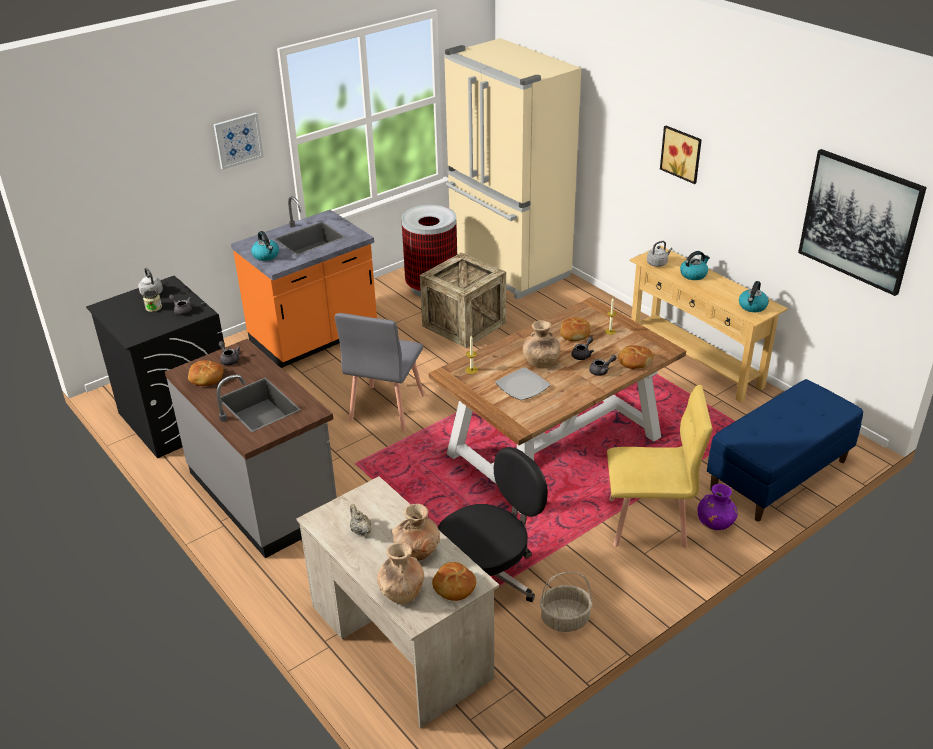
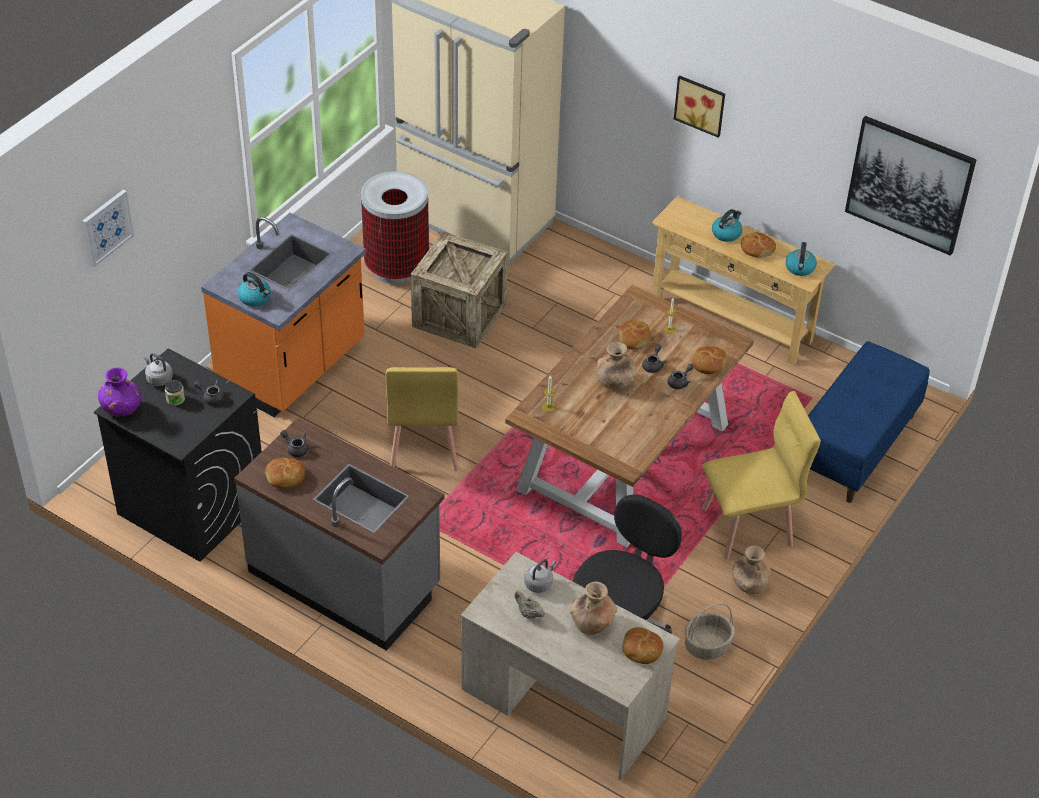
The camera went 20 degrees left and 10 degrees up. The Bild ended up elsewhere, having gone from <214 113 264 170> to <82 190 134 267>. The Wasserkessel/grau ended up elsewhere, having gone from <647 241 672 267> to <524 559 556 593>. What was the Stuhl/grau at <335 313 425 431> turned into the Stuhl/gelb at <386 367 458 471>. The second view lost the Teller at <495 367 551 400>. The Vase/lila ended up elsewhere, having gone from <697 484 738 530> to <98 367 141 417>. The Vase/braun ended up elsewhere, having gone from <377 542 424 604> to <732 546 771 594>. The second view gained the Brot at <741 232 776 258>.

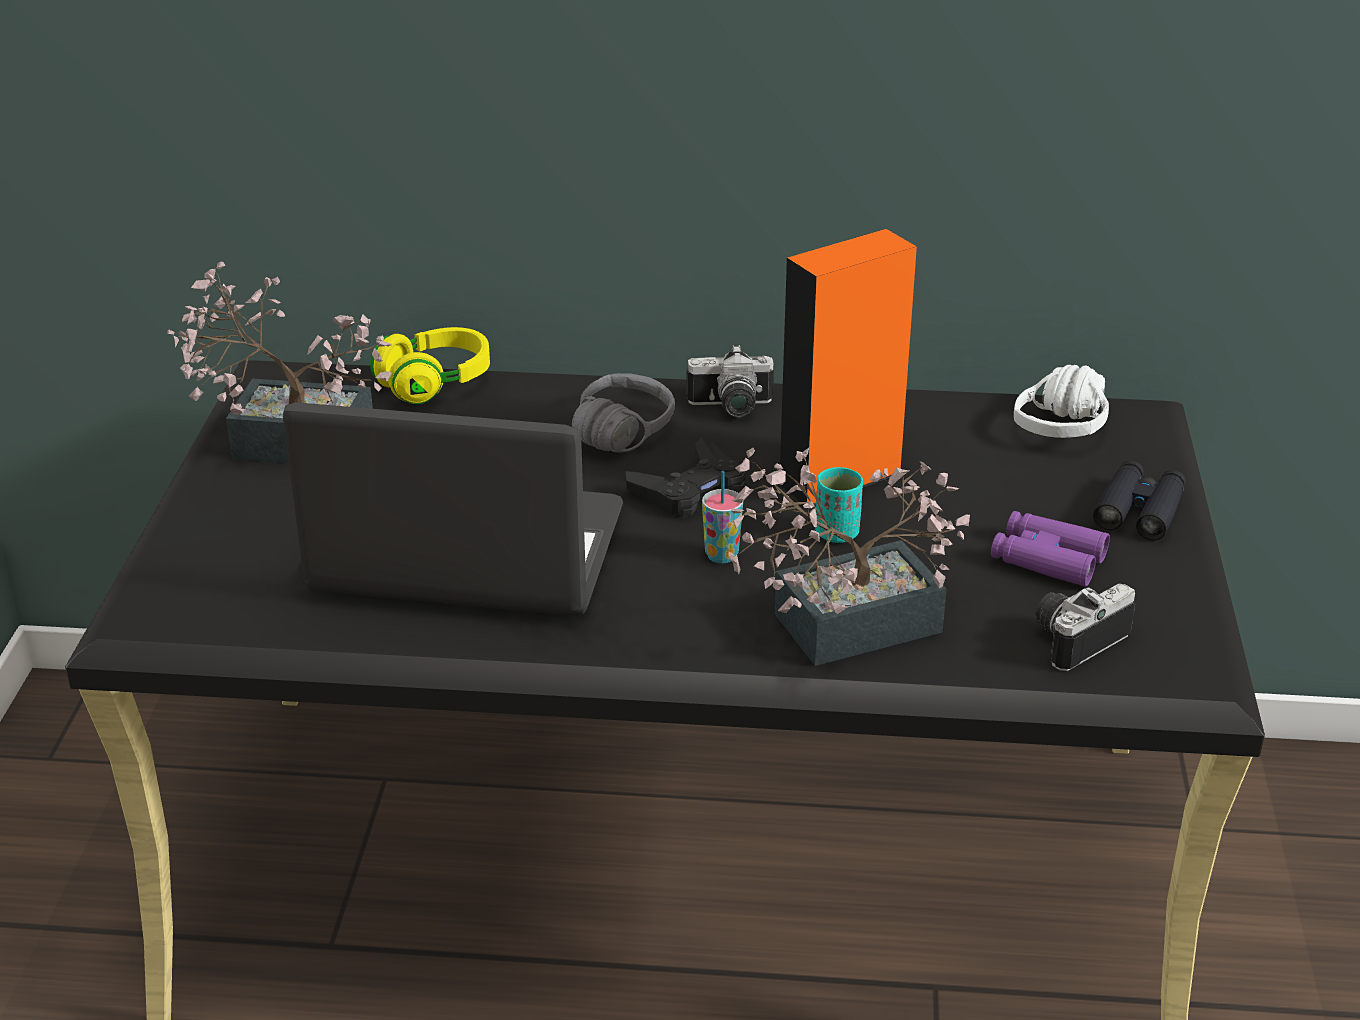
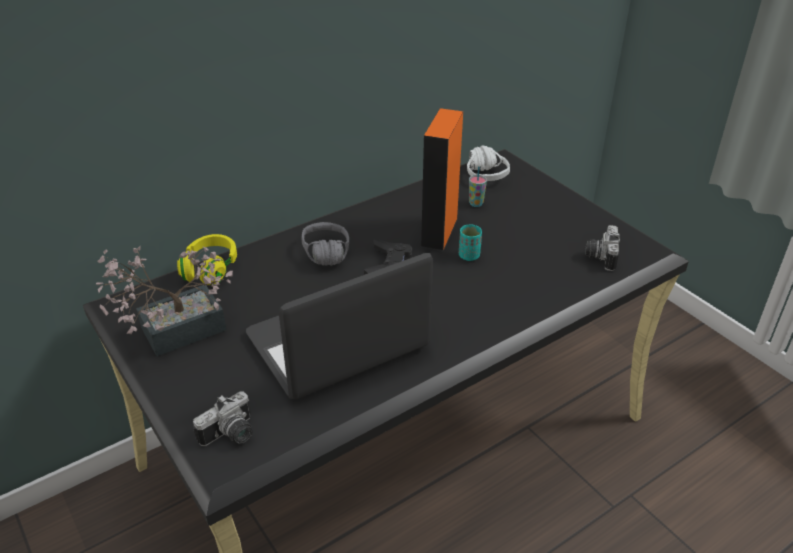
The camera went 40 degrees left and 5 degrees up. The Kamera ended up elsewhere, having gone from <687 345 774 417> to <193 391 252 446>. The second view lost the Topfpflanze at <729 447 970 666>. The second view lost the Fernglas/schwarz at <1093 460 1186 540>. The Tasse ended up elsewhere, having gone from <702 471 743 563> to <469 166 487 207>. The second view lost the Fernglas/lila at <991 511 1110 586>.

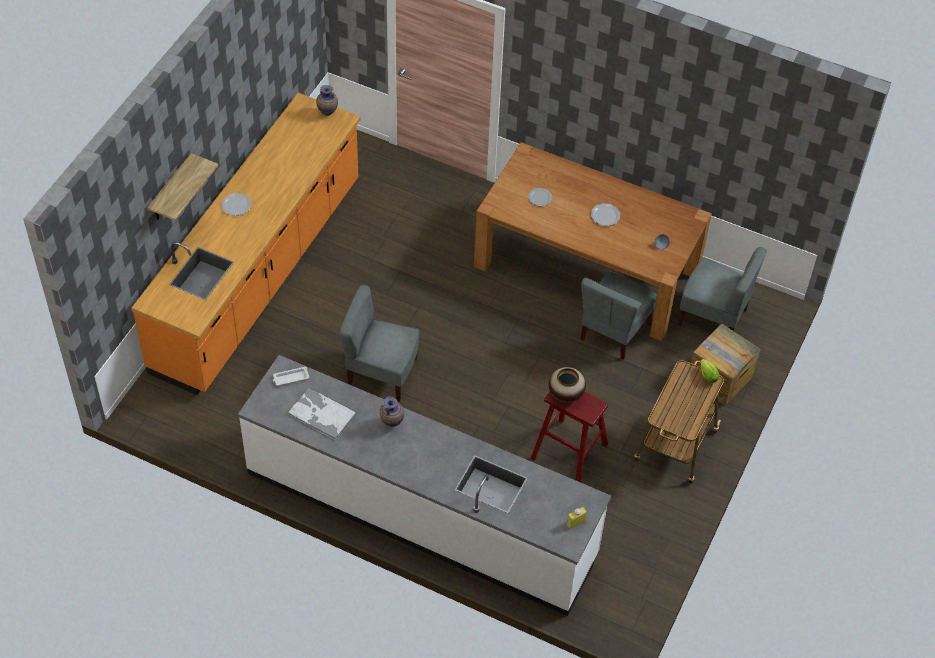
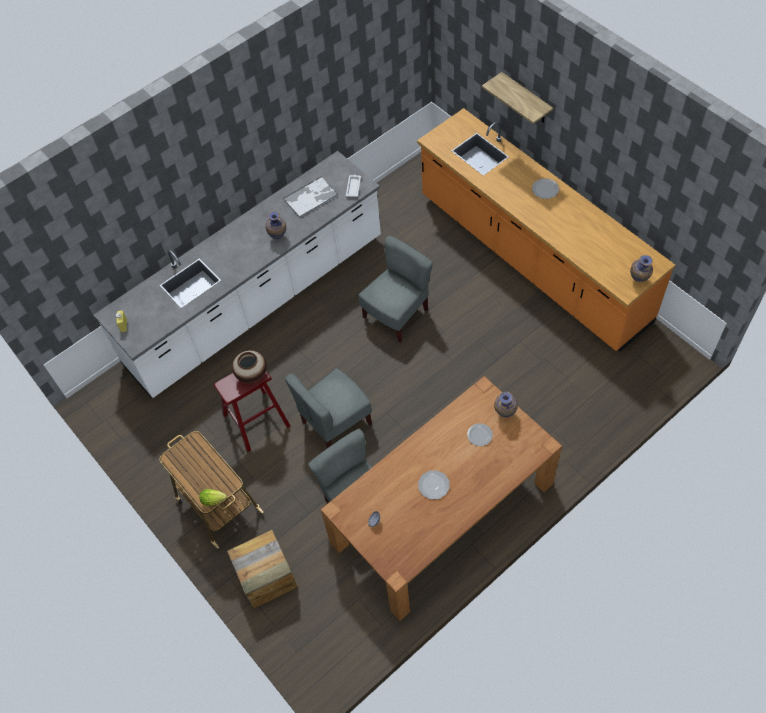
The camera went 120 degrees right and 5 degrees up. The Stuhl/grau ended up elsewhere, having gone from <678 247 767 331> to <285 368 372 448>. The second view gained the Vase at <494 392 517 417>.

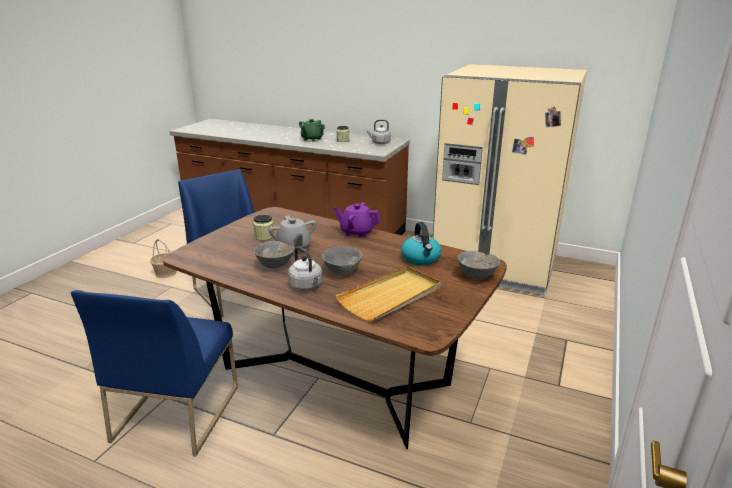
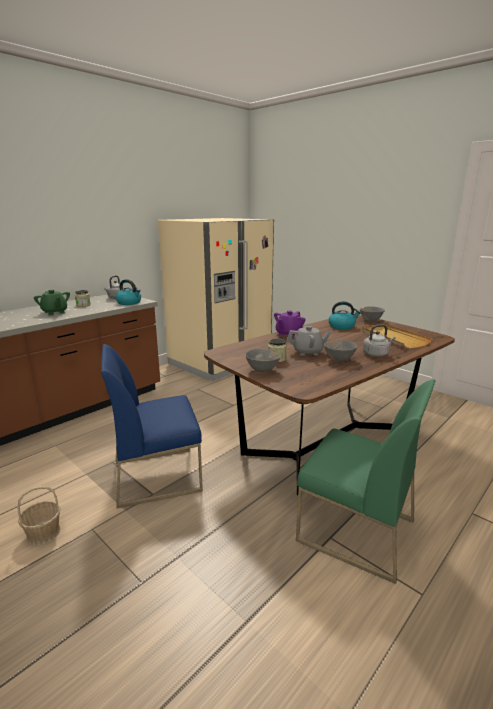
The camera went 70 degrees left and 5 degrees down. The Schüssel/grau ended up elsewhere, having gone from <322 247 362 275> to <245 349 281 372>. What was the Stuhl/blau at <71 290 238 457> turned into the Stuhl/grün at <296 379 436 584>. The second view gained the Wasserkessel at <116 279 141 305>.

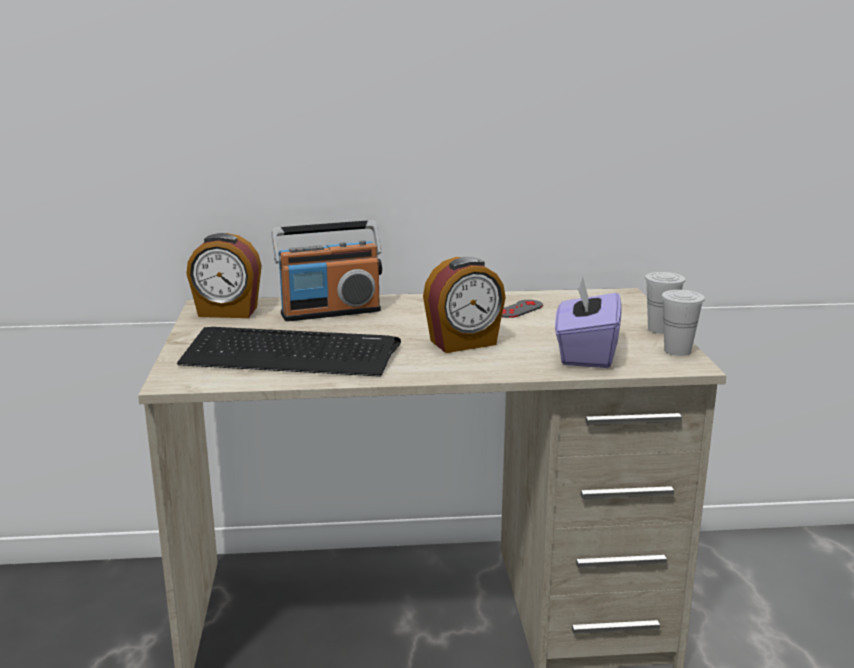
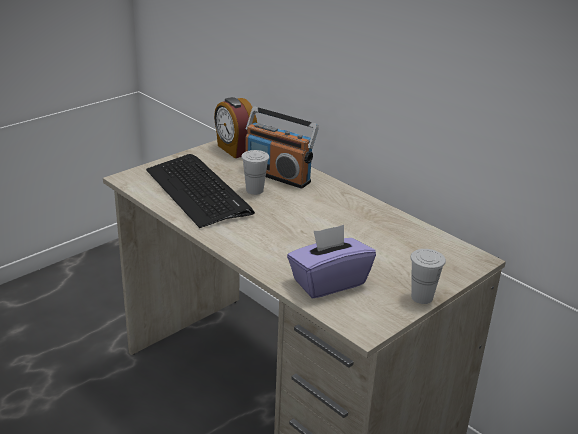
The camera went 50 degrees right and 10 degrees up. The second view lost the Wecker at <423 257 506 353>. The Tasse/weiß ended up elsewhere, having gone from <661 290 705 356> to <241 150 269 195>. The second view lost the Gamepad/grau at <502 300 543 318>.

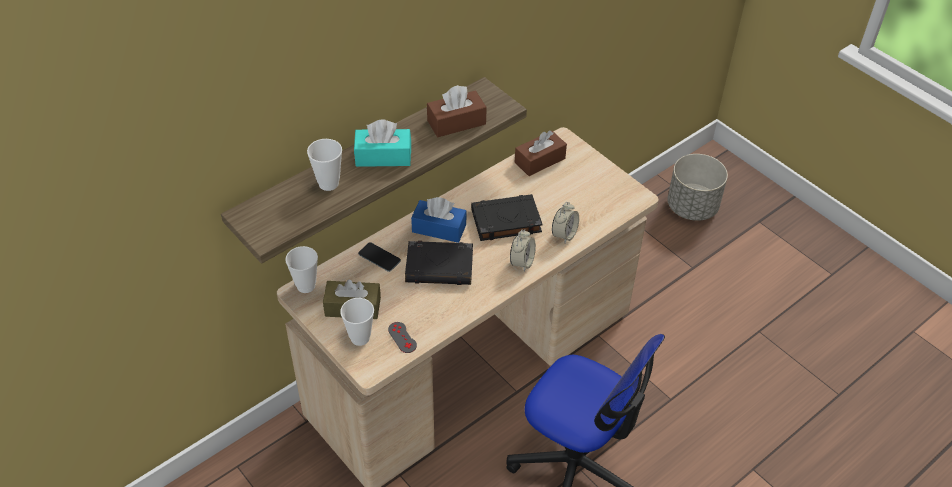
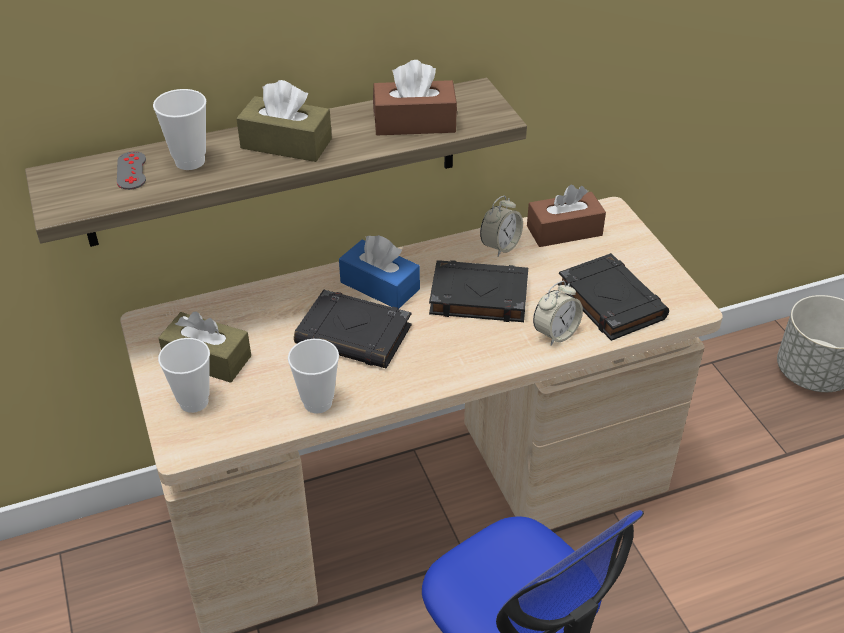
The camera went 20 degrees right and 5 degrees down. What was the Taschentuchbox/türkis at <354 119 411 167> turned into the Taschentuchbox/braun at <236 80 332 162>. The Wecker ended up elsewhere, having gone from <510 229 536 272> to <480 195 523 257>. The second view lost the Handy at <358 242 401 272>. The Tasse ended up elsewhere, having gone from <285 246 318 293> to <288 339 339 413>. The Gamepad/grau ended up elsewhere, having gone from <388 322 417 353> to <117 151 146 190>. The second view gained the Buch/schwarz at <558 253 669 341>.

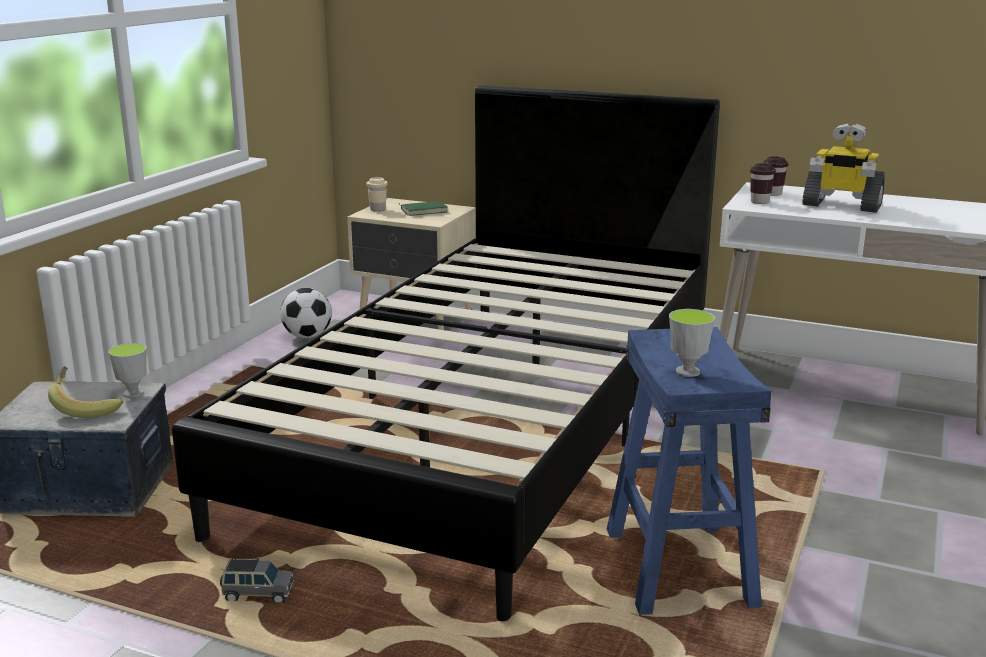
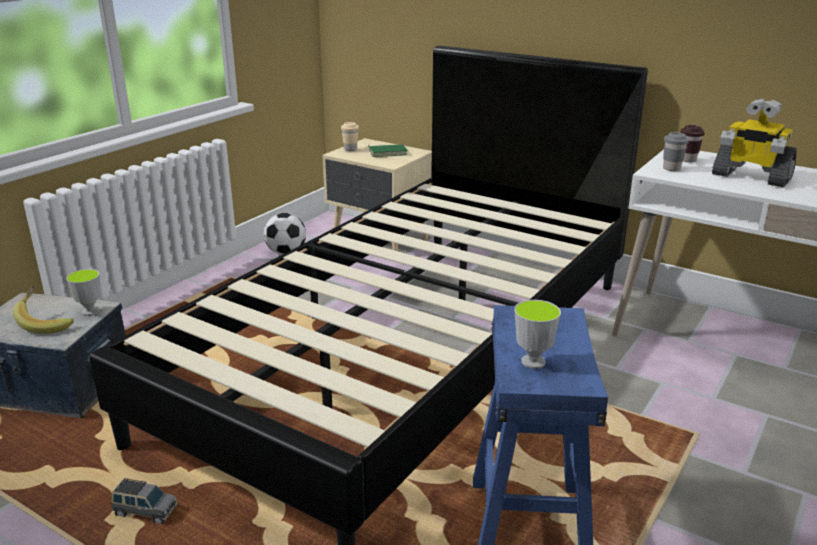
The camera went 10 degrees right and 5 degrees up. What was the Tasse/braun at <750 163 776 204> turned into the Tasse/grau at <663 132 689 171>.

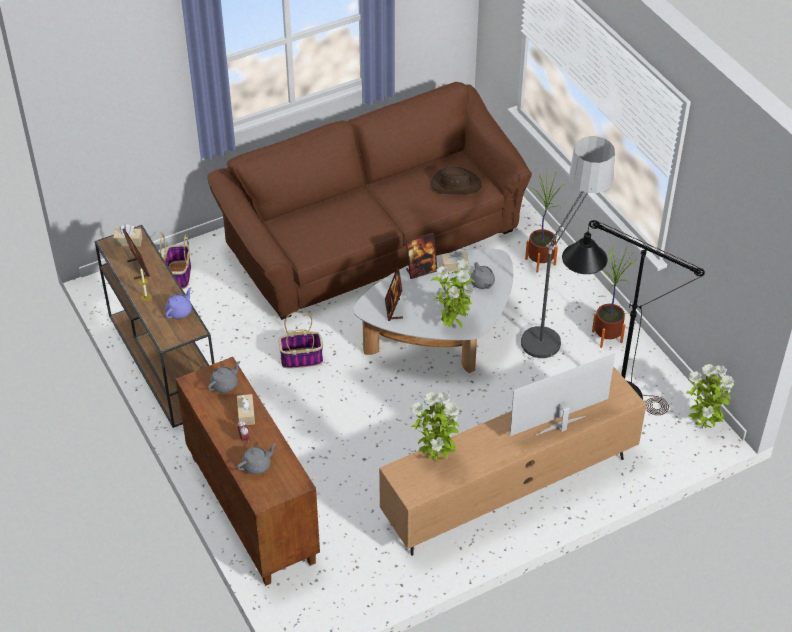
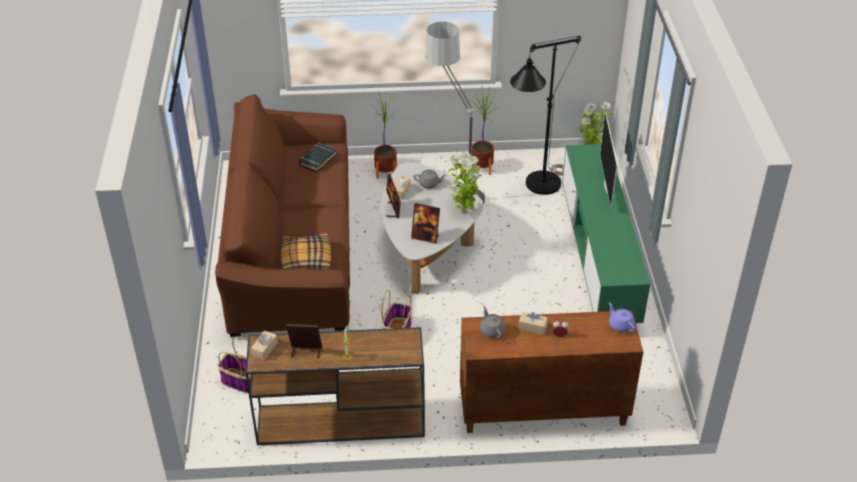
The camera went 65 degrees left and 5 degrees down. Where the Hut/braun stood at <431 167 482 195>, the Buch/schwarz came to stand at <299 142 337 172>. The Teekanne/lila ended up elsewhere, having gone from <165 287 192 319> to <608 302 636 332>. What was the Fernsehschrank/braun at <379 367 647 556> turned into the Fernsehschrank/grün at <562 144 650 323>. The second view lost the Topfpflanze at <411 392 460 461>. The second view lost the Teekanne/grau at <237 443 276 474>. The second view gained the Kissen at <281 233 331 269>.

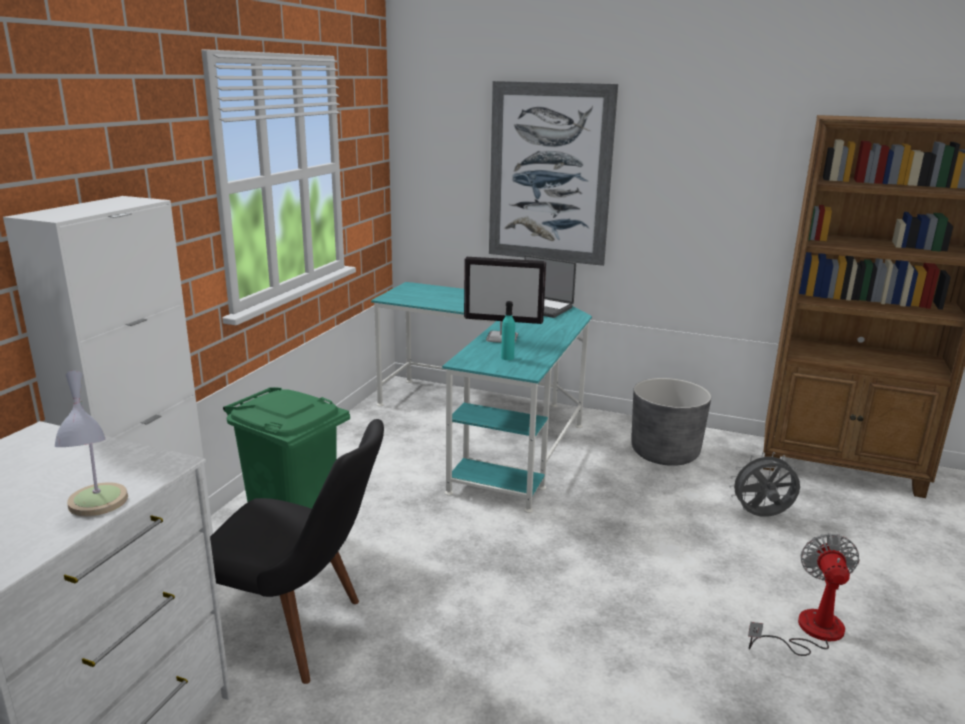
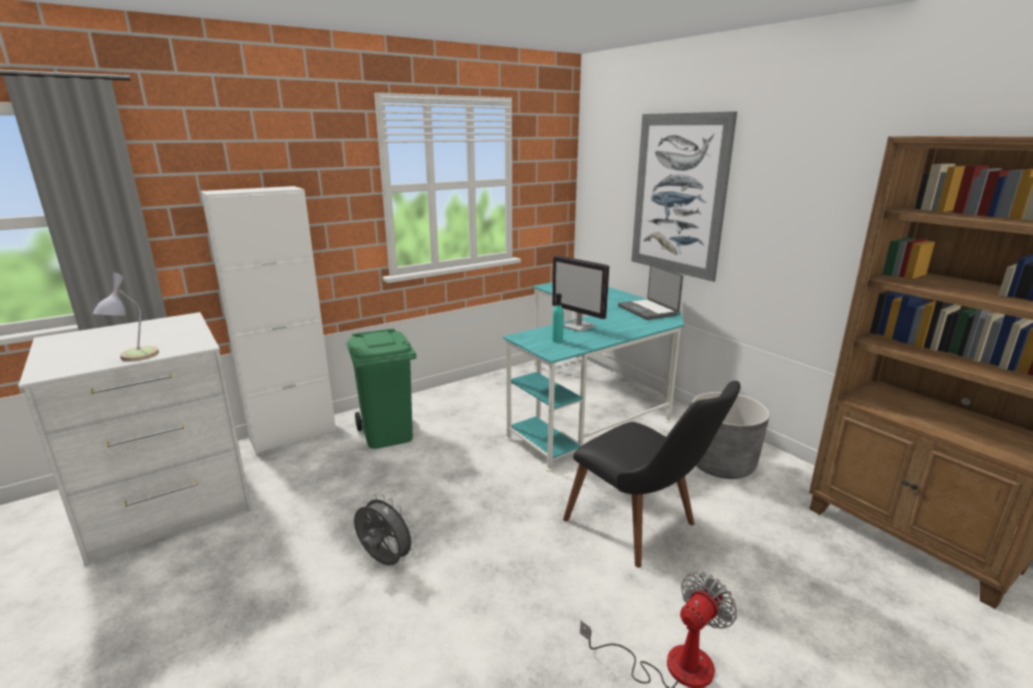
The camera went 35 degrees right and 0 degrees up. The Stuhl/schwarz ended up elsewhere, having gone from <210 419 384 684> to <563 381 741 568>. The Ventilator/grau ended up elsewhere, having gone from <729 452 800 517> to <354 494 417 566>.

